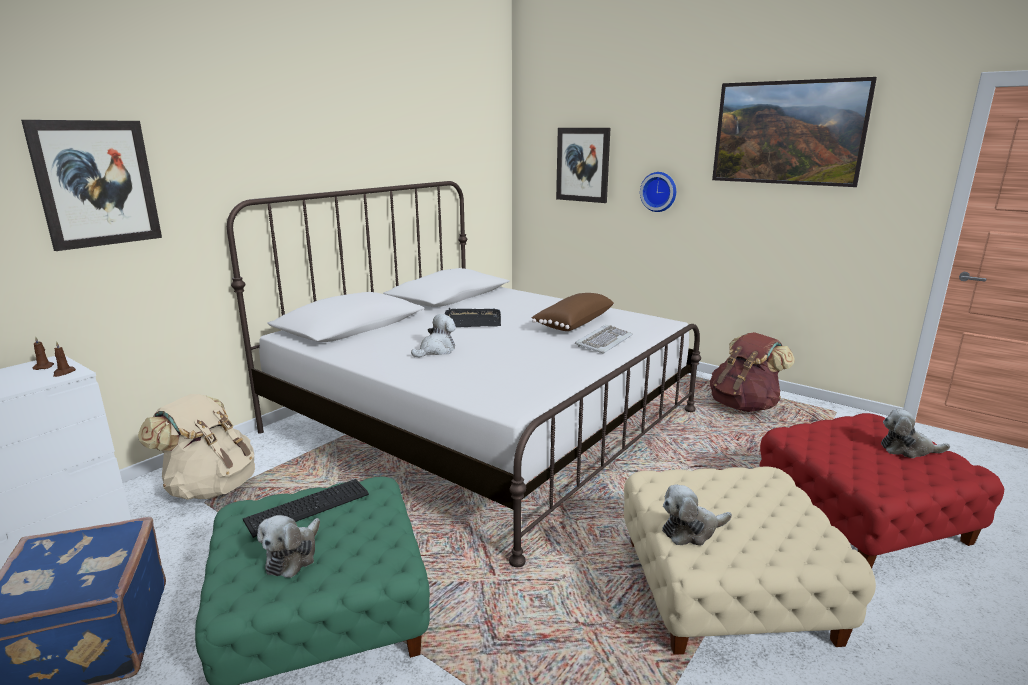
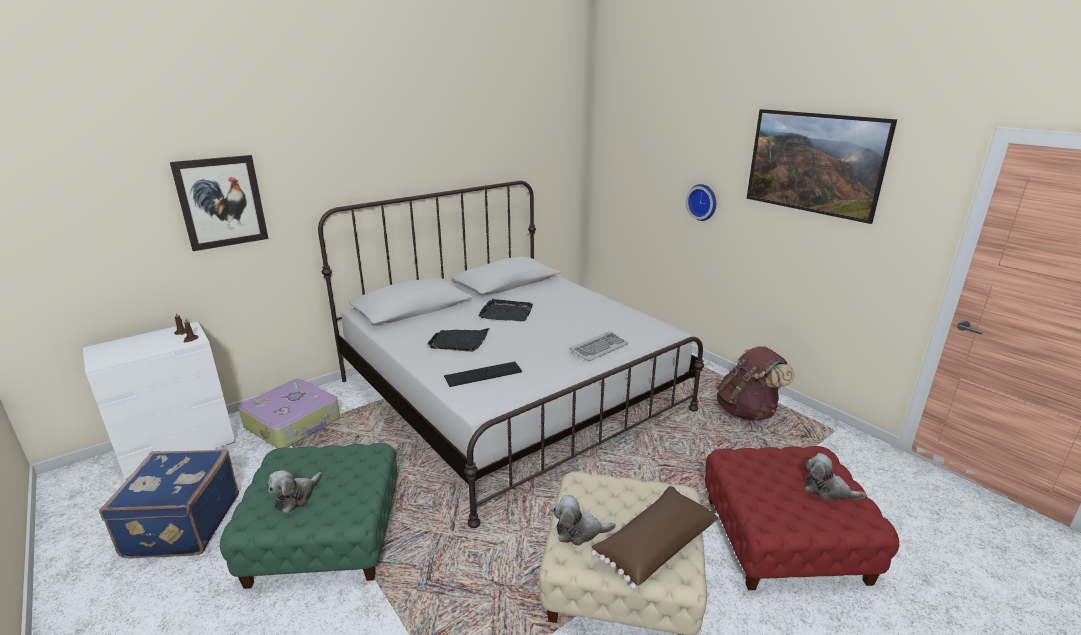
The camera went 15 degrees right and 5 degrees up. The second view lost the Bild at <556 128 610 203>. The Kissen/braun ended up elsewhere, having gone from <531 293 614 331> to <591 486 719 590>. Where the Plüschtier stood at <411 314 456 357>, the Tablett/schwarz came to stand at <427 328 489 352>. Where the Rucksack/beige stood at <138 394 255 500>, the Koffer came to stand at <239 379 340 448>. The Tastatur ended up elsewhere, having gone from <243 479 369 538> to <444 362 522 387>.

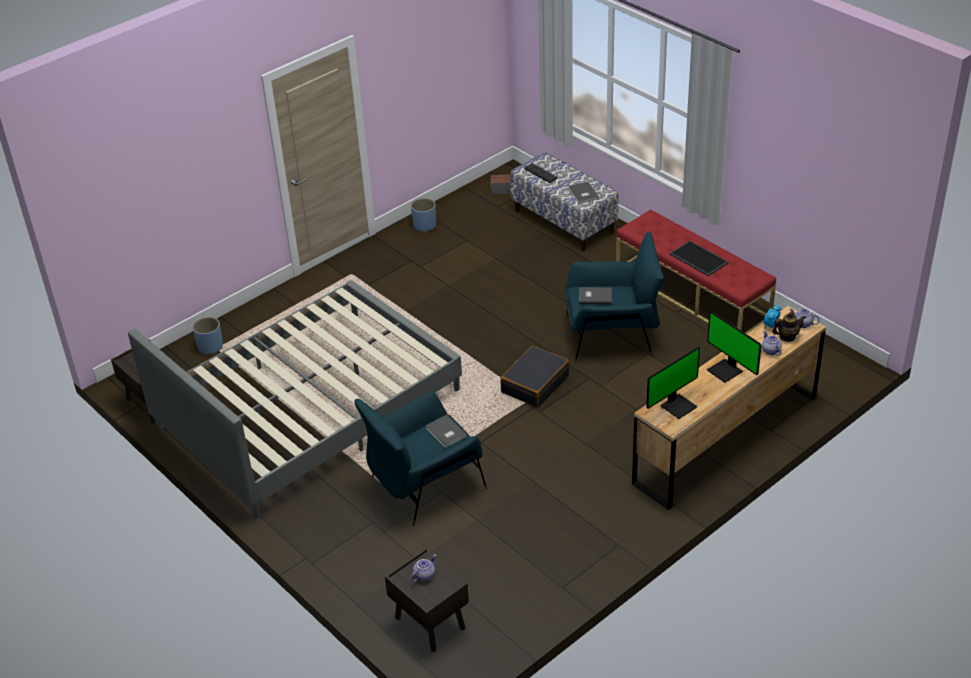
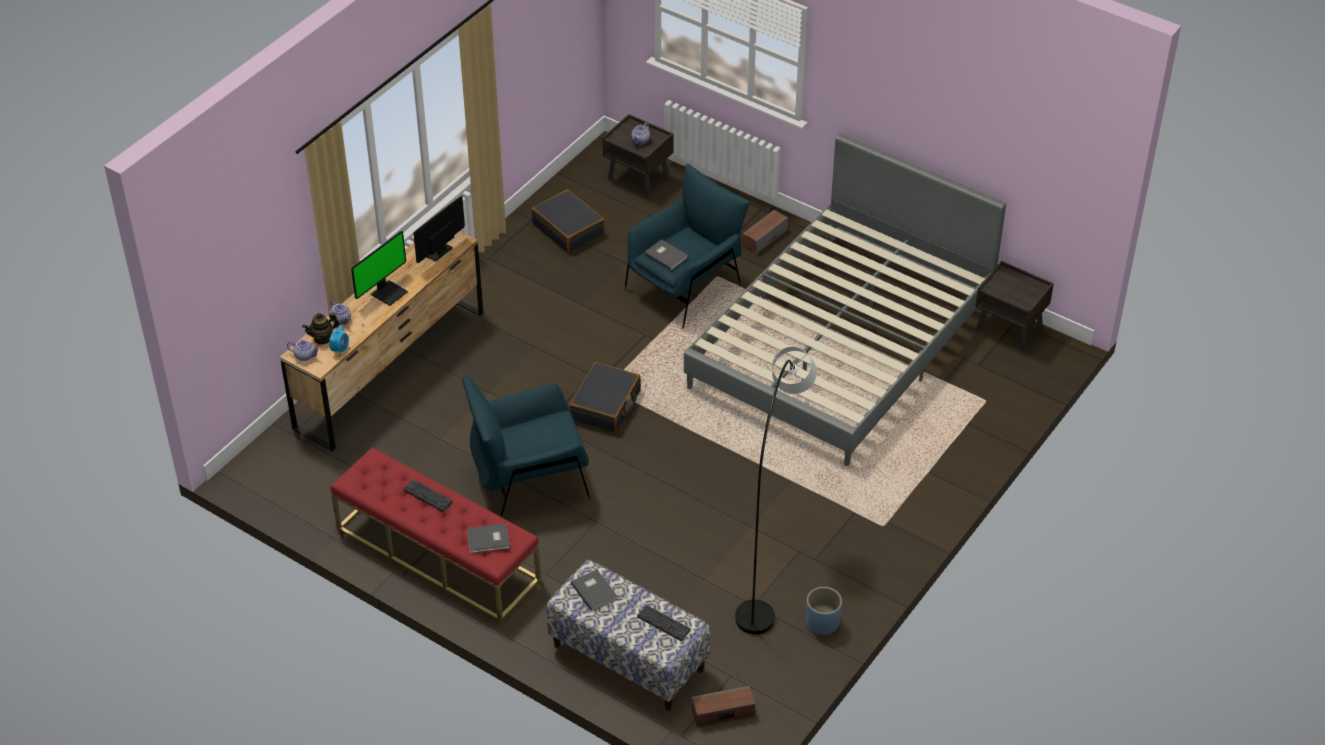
The camera went 165 degrees right and 5 degrees up. Where the Tablett stood at <670 240 729 276>, the Tastatur came to stand at <403 479 453 512>. The Buch/grau ended up elsewhere, having gone from <579 287 611 305> to <467 523 510 553>. The Monitor at <707 311 762 383> ended up facing another way, 90 degrees clockwise from before. The second view lost the Pflanzkübel/blau at <192 317 223 354>. The second view gained the Koffer/schwarz at <531 190 605 253>. The second view gained the Lautsprecher at <742 210 788 254>. The second view gained the Stehlampe/grau at <735 346 817 634>.

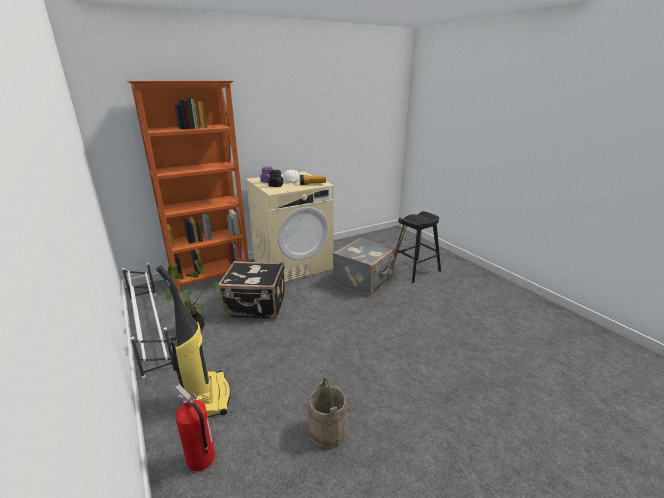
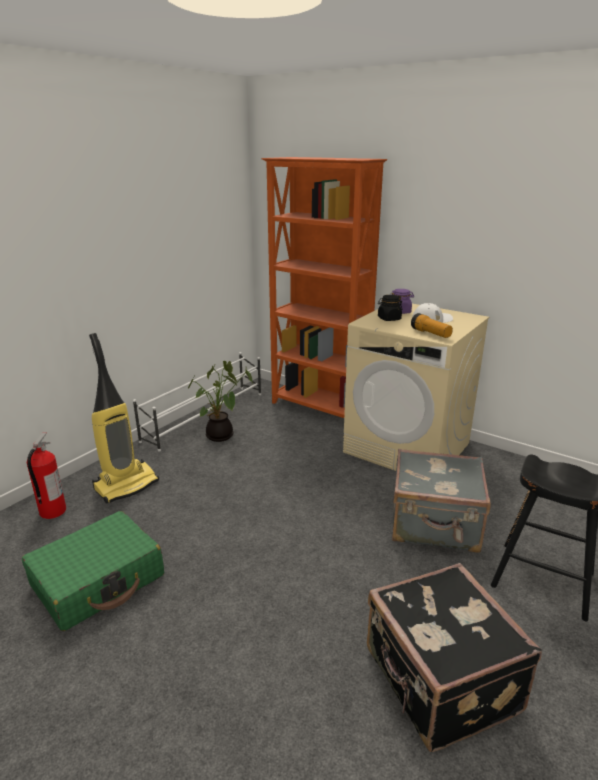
The camera went 65 degrees right and 0 degrees up. The Koffer/schwarz ended up elsewhere, having gone from <218 261 285 319> to <367 563 542 752>. Where the Eimer/beige stood at <307 377 348 449>, the Koffer/grün came to stand at <22 511 164 631>.

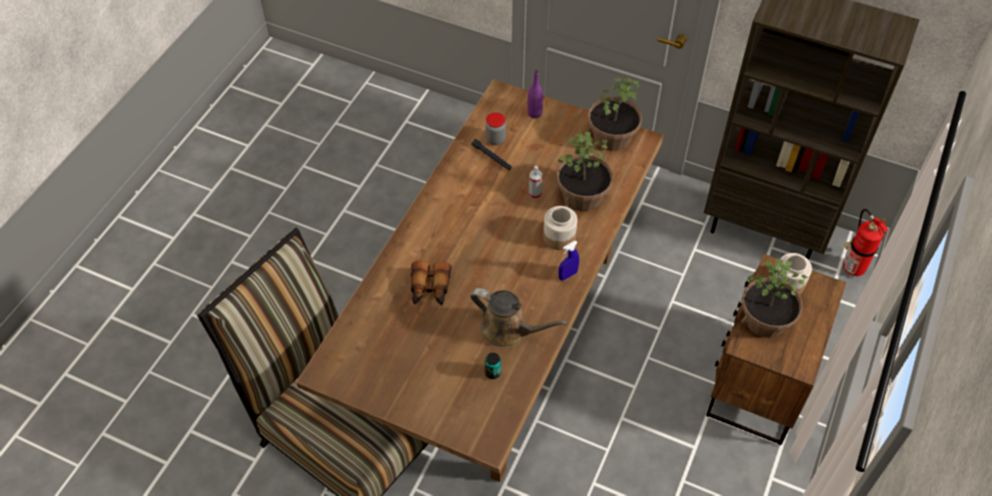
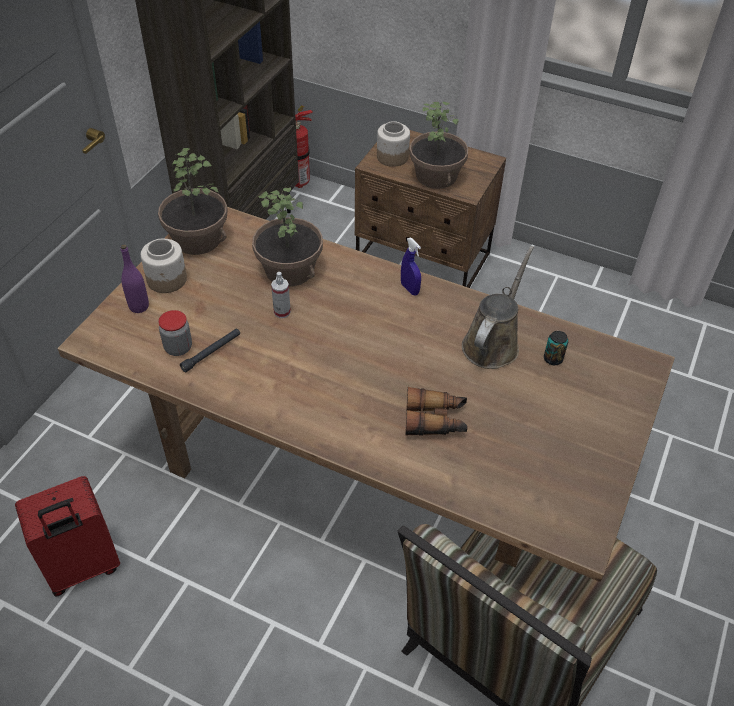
The camera went 90 degrees left and 5 degrees down. The Vorratsglas ended up elsewhere, having gone from <543 206 577 250> to <141 239 187 293>. The second view gained the Koffer/rot at <15 476 120 596>.

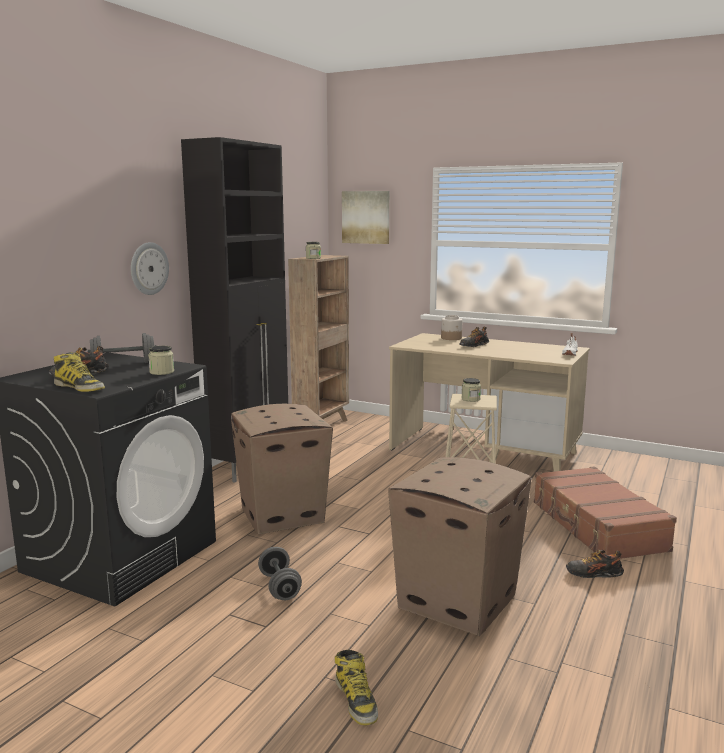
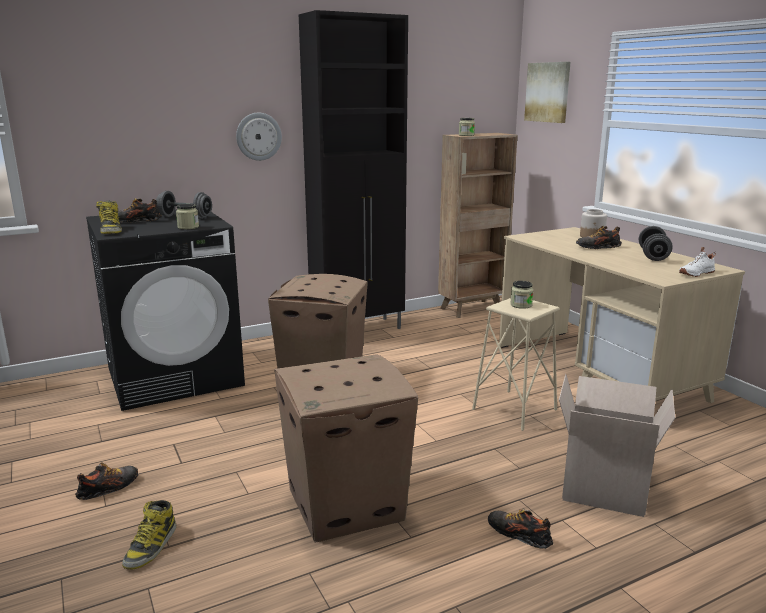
The camera went 35 degrees right and 5 degrees up. Where the Koffer/braun stood at <534 466 677 559>, the Karton came to stand at <559 374 675 517>. The Hantel/grau ended up elsewhere, having gone from <258 547 302 600> to <639 226 673 261>. The second view gained the Schuh at <75 462 138 500>.

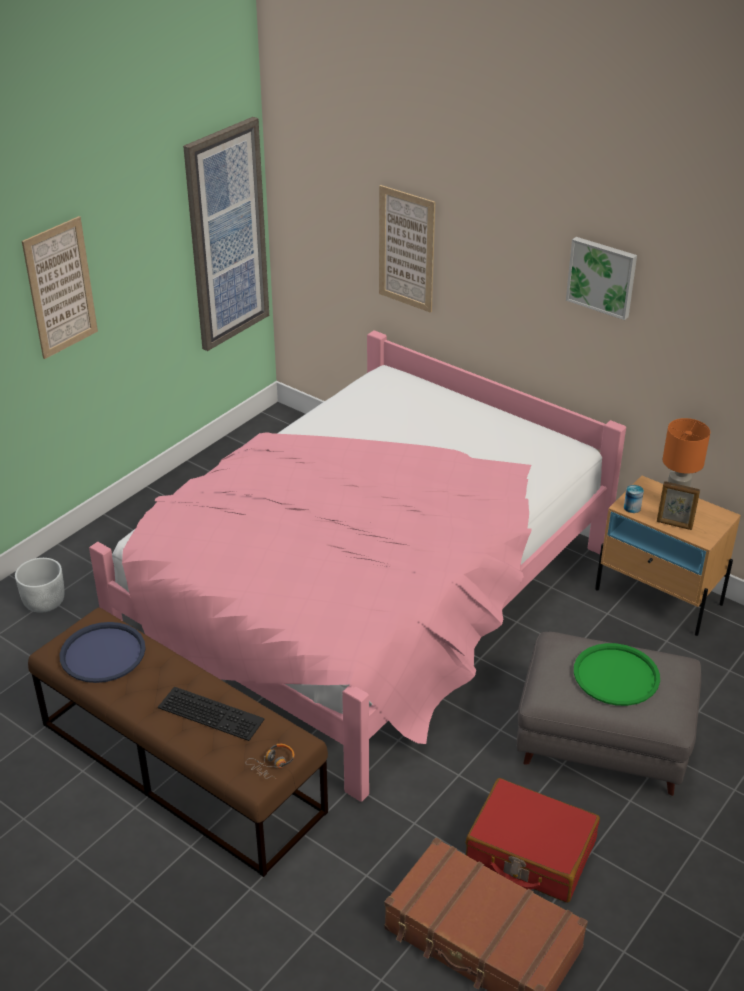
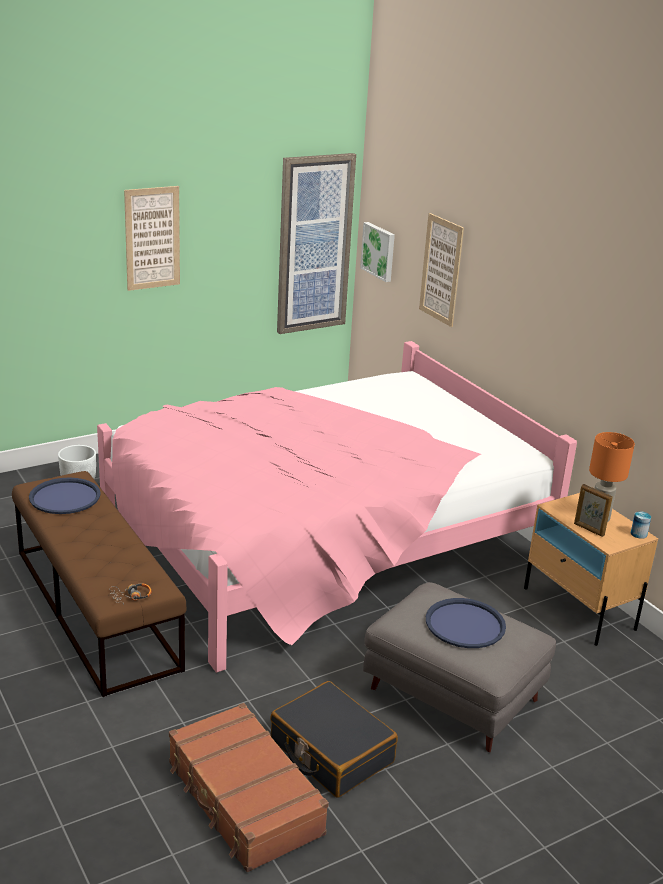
The camera went 20 degrees right and 10 degrees down. The Bild ended up elsewhere, having gone from <566 237 637 320> to <360 222 395 282>. The Dose ended up elsewhere, having gone from <624 485 644 513> to <631 511 651 539>. What was the Tablett/grün at <574 643 660 706> turned into the Tablett/blau at <426 598 506 648>. The second view lost the Tastatur at <158 687 265 741>. What was the Koffer/rot at <466 778 600 902> turned into the Koffer/schwarz at <270 681 398 798>.

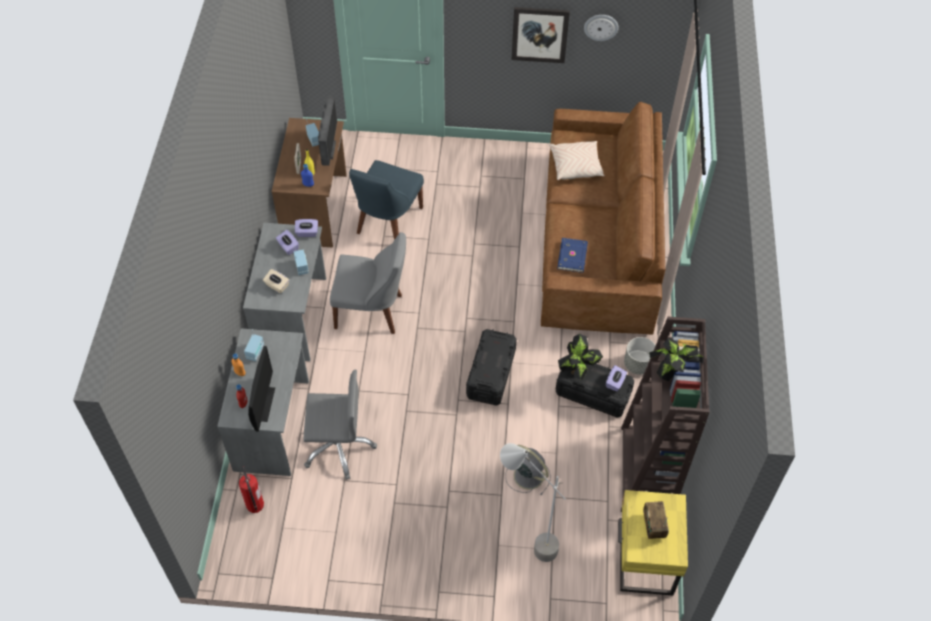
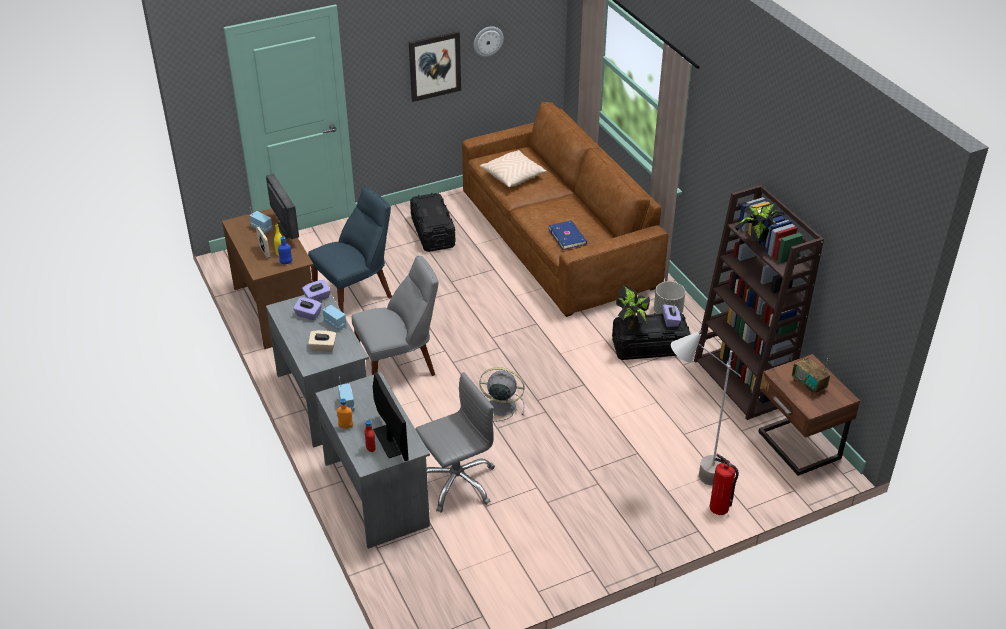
The camera went 30 degrees left and 15 degrees down. The Stuhl/blau at <349 160 424 240> ended up facing another way, 120 degrees counterclockwise from before. The Aufbewahrungsbox/schwarz ended up elsewhere, having gone from <466 329 517 406> to <410 193 455 252>. The Ventilator/grau ended up elsewhere, having gone from <505 445 551 495> to <479 367 525 422>. The Feuerlöscher ended up elsewhere, having gone from <239 466 264 513> to <709 453 739 515>. What was the Nachttisch/gelb at <618 490 688 595> turned into the Nachttisch/braun at <758 354 860 476>.

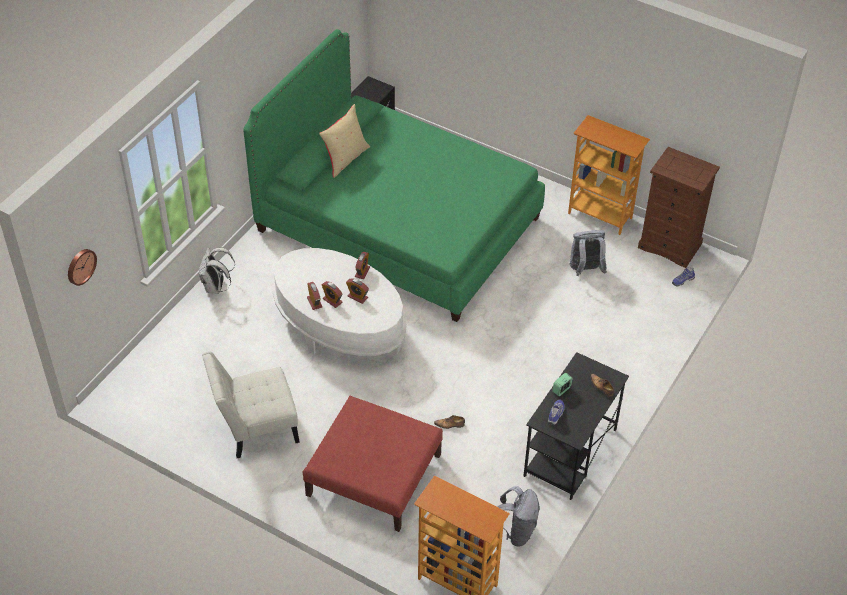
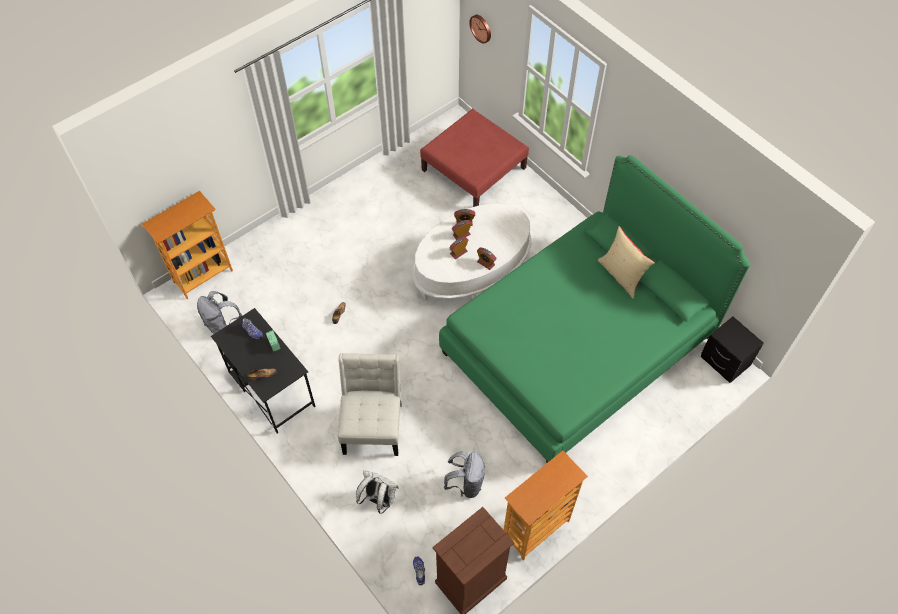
The camera went 110 degrees right and 10 degrees up. The Rucksack/weiß ended up elsewhere, having gone from <199 248 235 294> to <356 470 399 514>. The Stuhl/weiß ended up elsewhere, having gone from <202 351 300 458> to <337 353 402 456>. The Polsterhocker/rot ended up elsewhere, having gone from <303 396 443 532> to <420 108 529 207>.

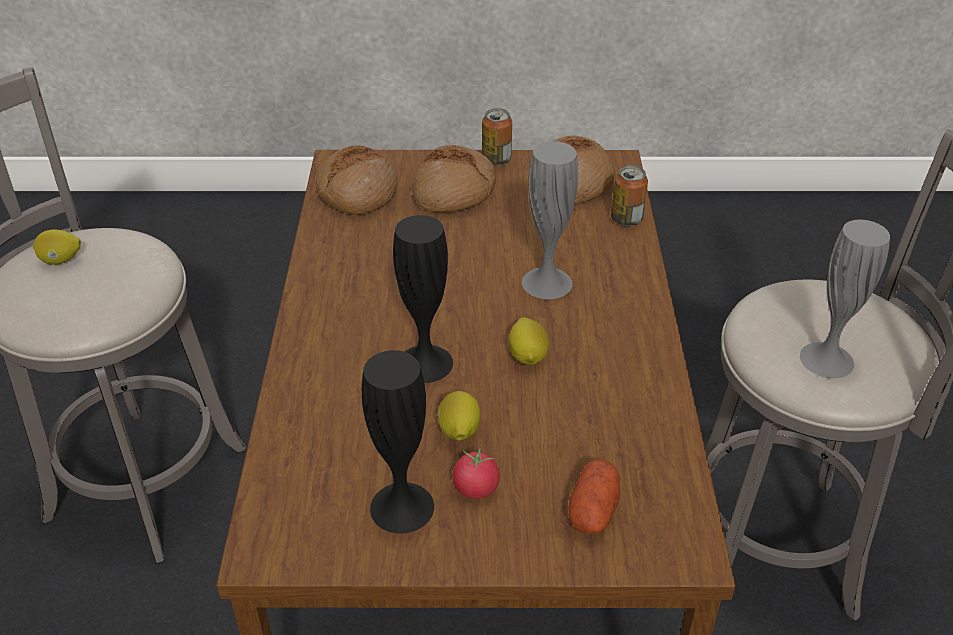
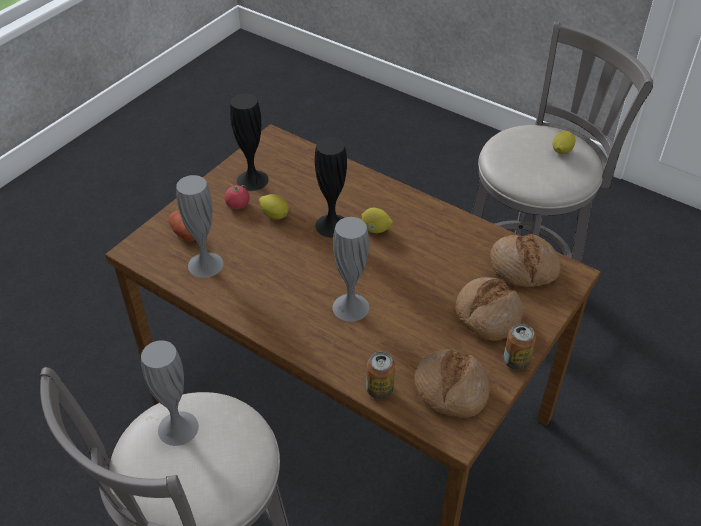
The camera went 125 degrees right and 5 degrees up. The Zitrone ended up elsewhere, having gone from <509 317 549 365> to <362 208 393 233>. The second view gained the Vase/grau at <176 175 223 278>.

